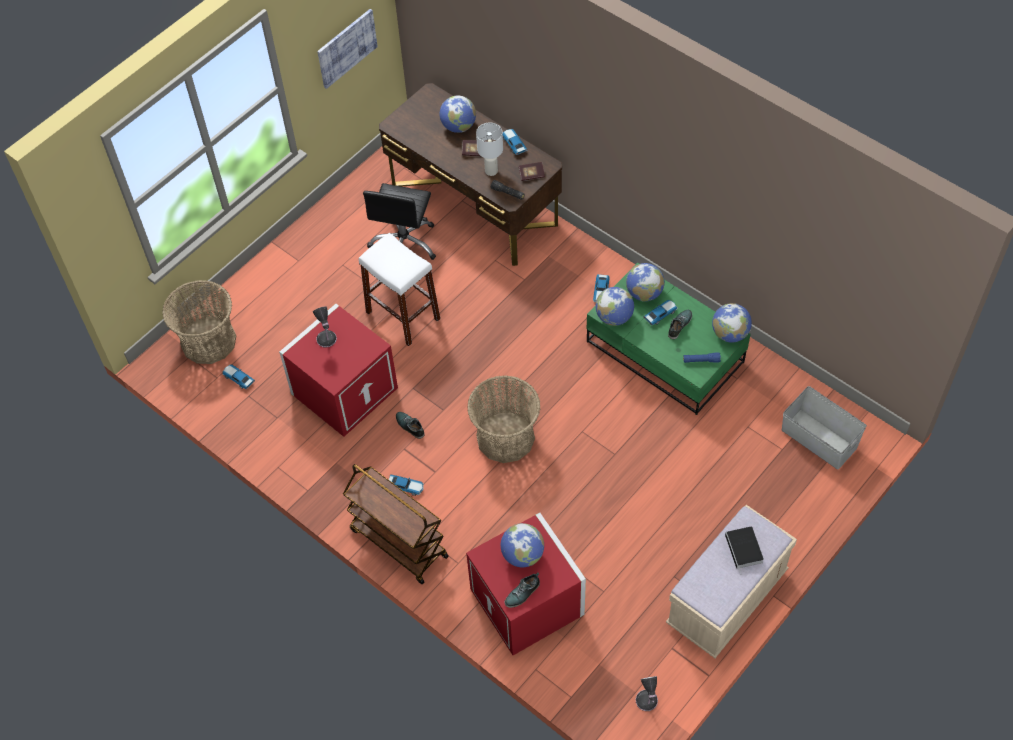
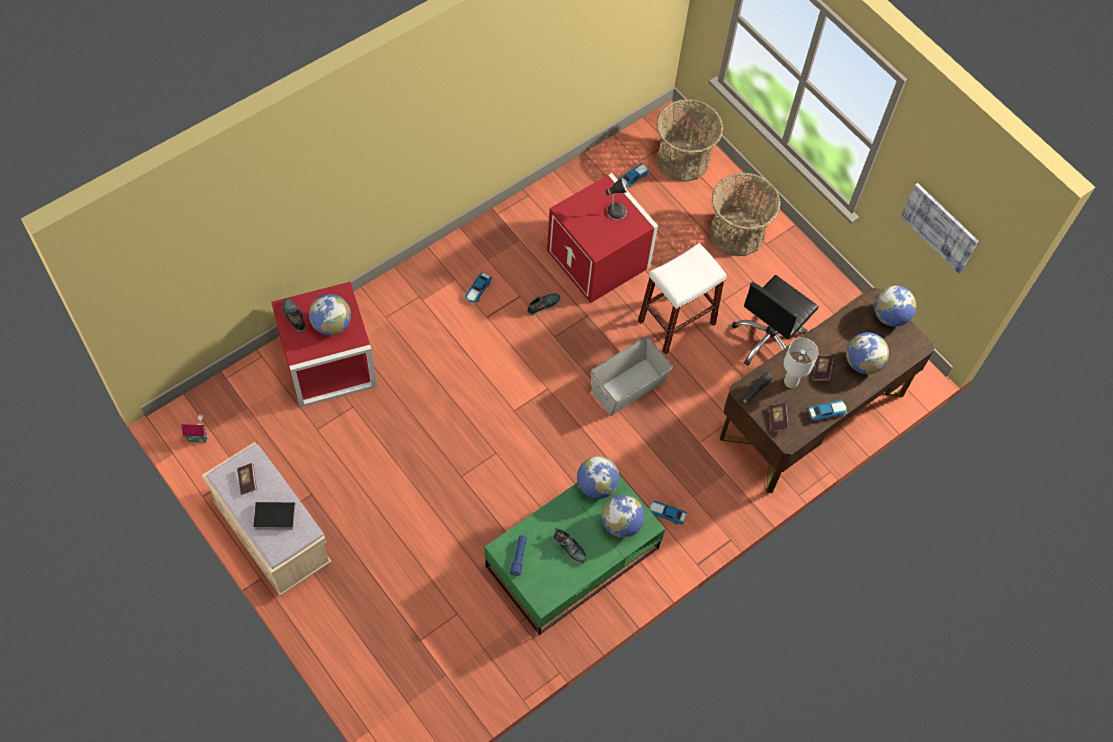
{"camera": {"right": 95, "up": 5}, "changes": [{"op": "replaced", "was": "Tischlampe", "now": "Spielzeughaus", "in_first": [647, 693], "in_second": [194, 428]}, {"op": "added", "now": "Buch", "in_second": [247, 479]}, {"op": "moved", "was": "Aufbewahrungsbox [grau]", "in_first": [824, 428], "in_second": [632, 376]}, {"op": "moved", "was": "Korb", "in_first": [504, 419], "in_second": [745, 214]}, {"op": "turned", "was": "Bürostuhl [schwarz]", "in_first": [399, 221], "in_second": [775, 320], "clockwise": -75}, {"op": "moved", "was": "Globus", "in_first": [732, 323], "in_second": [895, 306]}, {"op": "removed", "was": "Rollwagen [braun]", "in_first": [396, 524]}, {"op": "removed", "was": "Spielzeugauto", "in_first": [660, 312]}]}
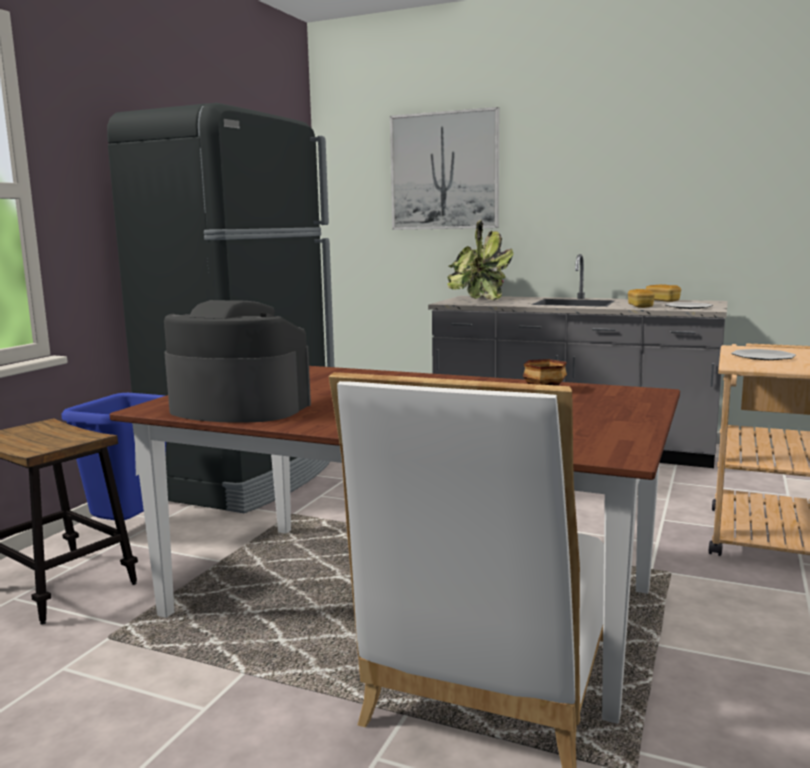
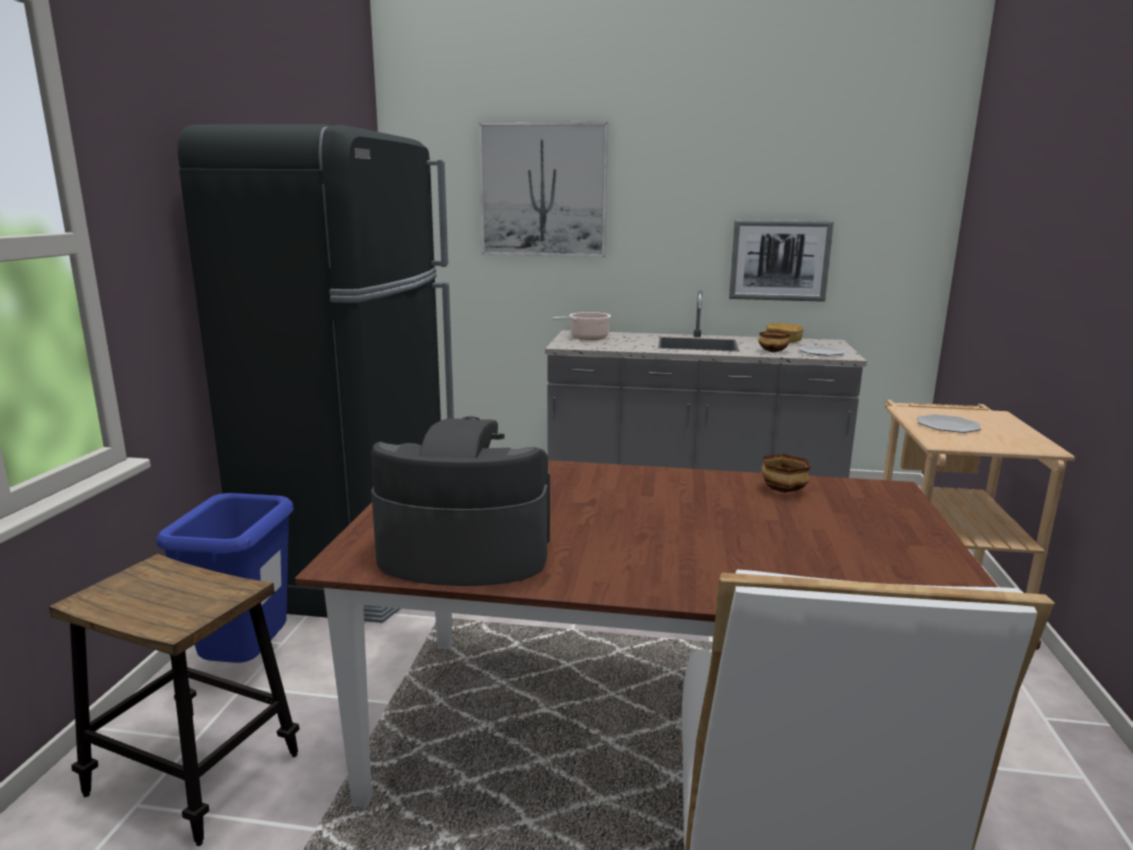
{"camera": {"right": -15, "up": 5}, "changes": [{"op": "replaced", "was": "Topfpflanze", "now": "Kochtopf", "in_first": [480, 260], "in_second": [581, 326]}, {"op": "added", "now": "Bild", "in_second": [781, 261]}, {"op": "replaced", "was": "Brot", "now": "Schüssel", "in_first": [641, 298], "in_second": [774, 341]}]}
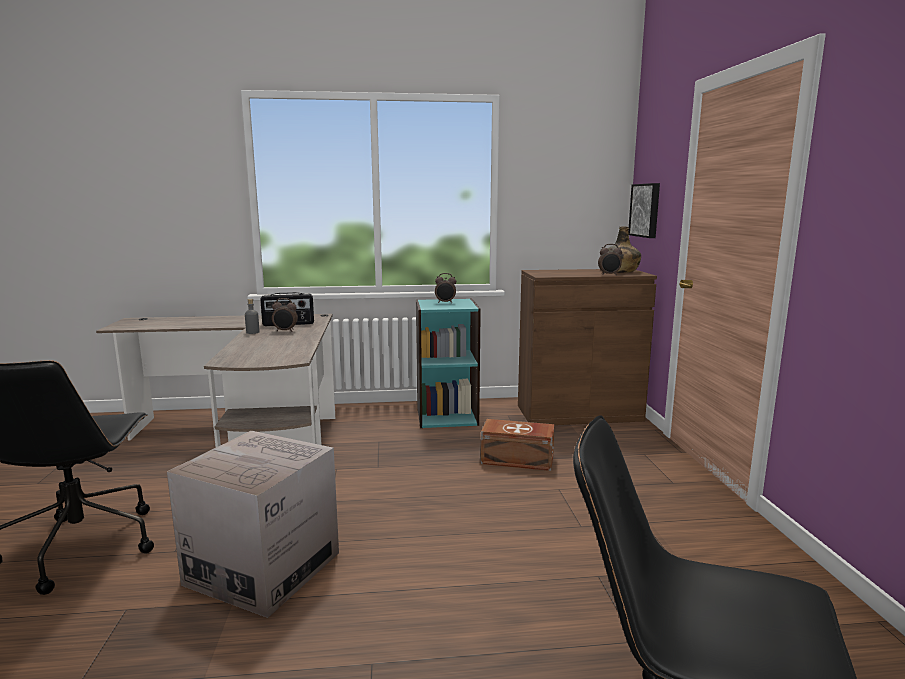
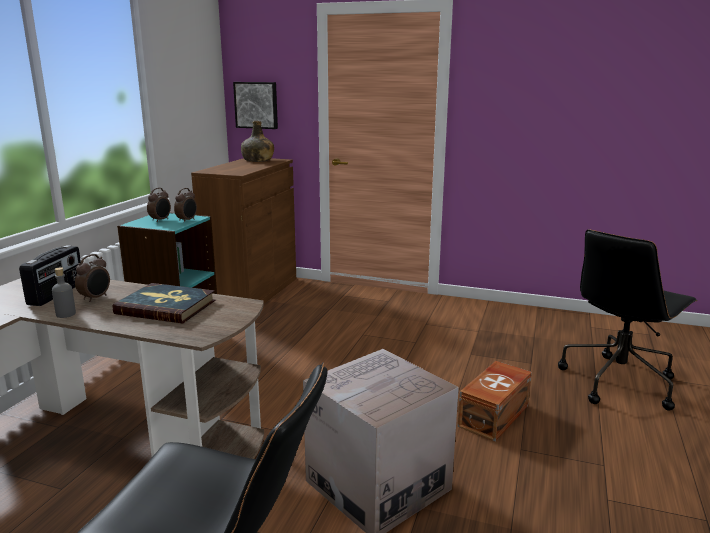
{"camera": {"right": -65, "up": 5}, "changes": [{"op": "added", "now": "Buch", "in_second": [164, 303]}, {"op": "moved", "was": "Wecker", "in_first": [610, 259], "in_second": [185, 205]}, {"op": "moved", "was": "Aufbewahrungsbox [braun]", "in_first": [518, 445], "in_second": [495, 401]}]}
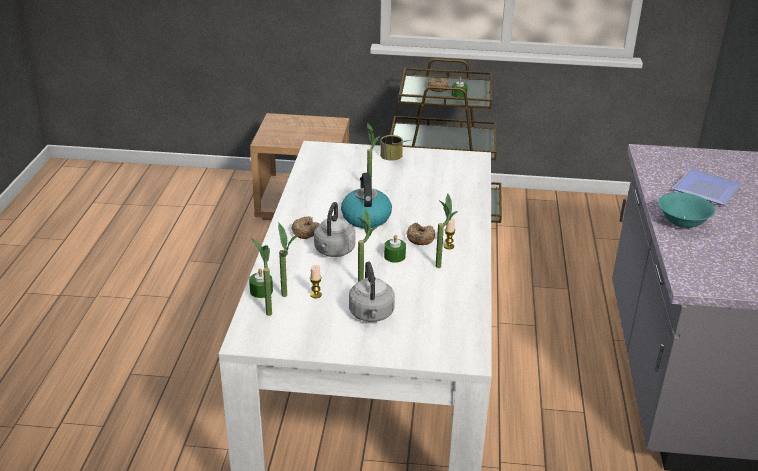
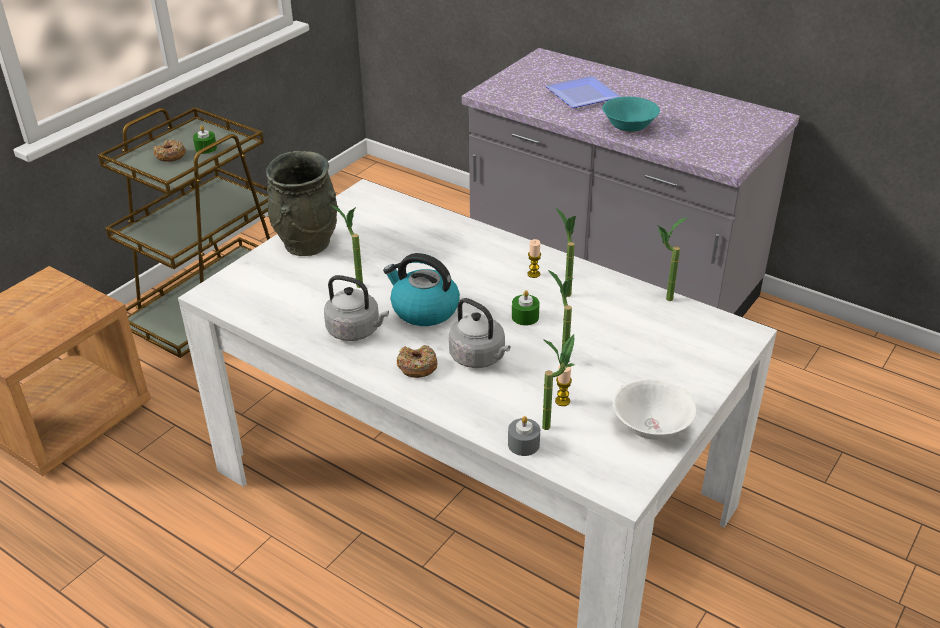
{"camera": {"right": -60, "up": 5}, "changes": [{"op": "replaced", "was": "Dose", "now": "Vase [grau]", "in_first": [395, 147], "in_second": [302, 203]}, {"op": "moved", "was": "Wasserkessel [grau]", "in_first": [372, 291], "in_second": [356, 308]}, {"op": "recoloured", "was": "Kerze [grün]", "now": "Kerze [grau]", "in_first": [261, 283], "in_second": [524, 436]}, {"op": "added", "now": "Schüssel [weiß]", "in_second": [654, 409]}, {"op": "moved", "was": "Topfpflanze", "in_first": [261, 277], "in_second": [672, 259]}, {"op": "removed", "was": "Donut", "in_first": [421, 234]}]}
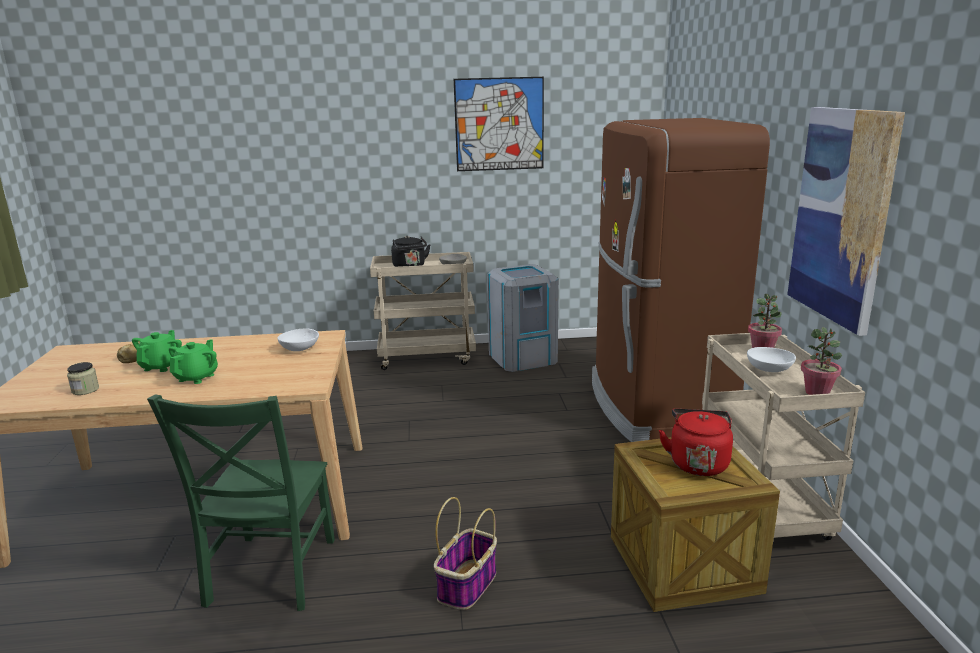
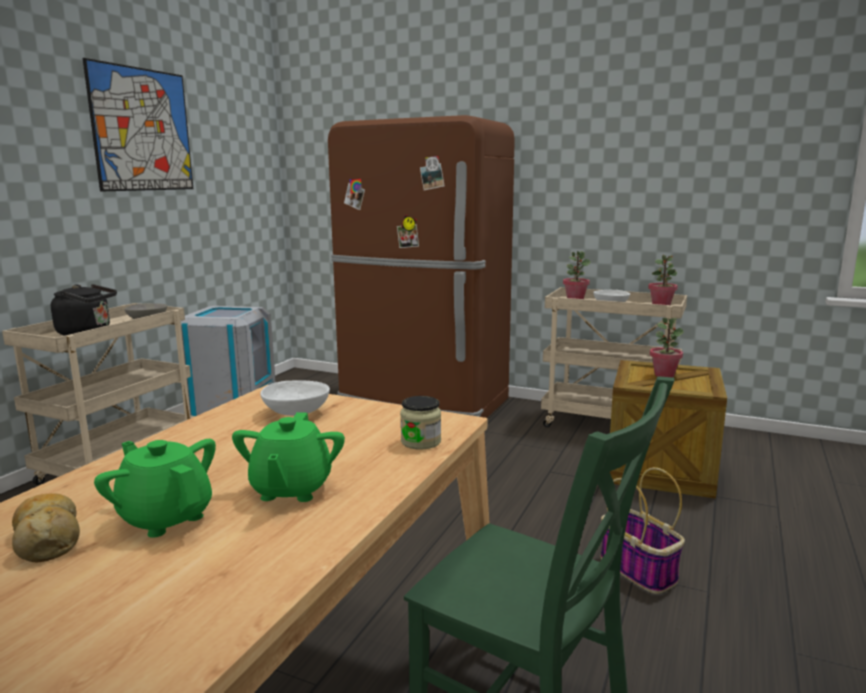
{"camera": {"right": -60, "up": -5}, "changes": [{"op": "turned", "was": "Teekanne [grün]", "in_first": [193, 362], "in_second": [288, 457], "clockwise": -135}, {"op": "moved", "was": "Vorratsglas", "in_first": [83, 378], "in_second": [420, 422]}, {"op": "replaced", "was": "Wasserkessel [rot]", "now": "Topfpflanze", "in_first": [696, 442], "in_second": [667, 348]}, {"op": "removed", "was": "Bild", "in_first": [846, 221]}]}
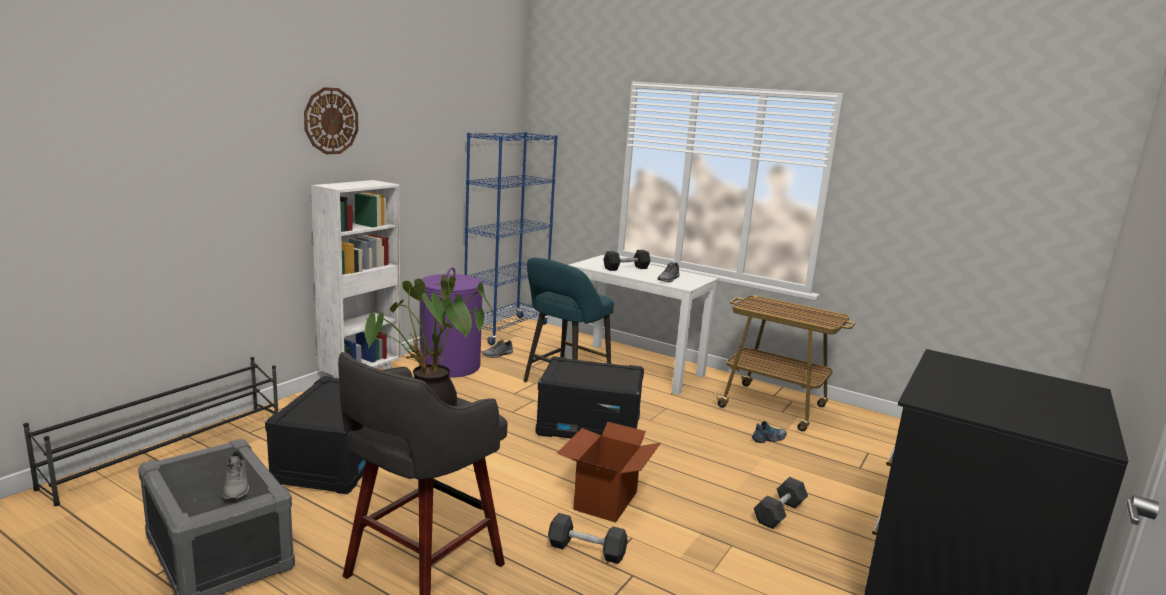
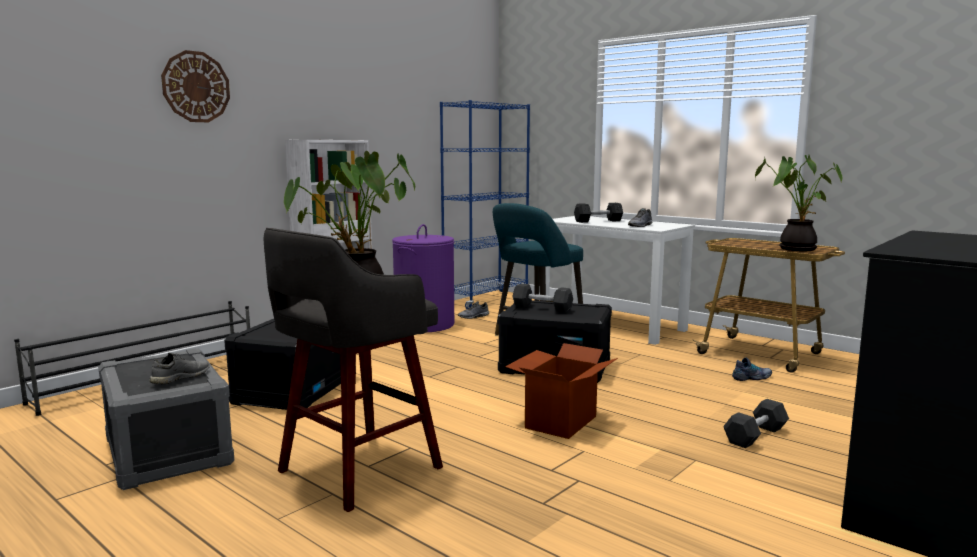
{"camera": {"right": 10, "up": -5}, "changes": [{"op": "turned", "was": "Schuh [grau]", "in_first": [236, 475], "in_second": [180, 368], "clockwise": -135}, {"op": "moved", "was": "Wanduhr", "in_first": [331, 120], "in_second": [195, 86]}, {"op": "moved", "was": "Hantel [schwarz]", "in_first": [588, 538], "in_second": [542, 298]}, {"op": "added", "now": "Topfpflanze", "in_second": [798, 203]}]}
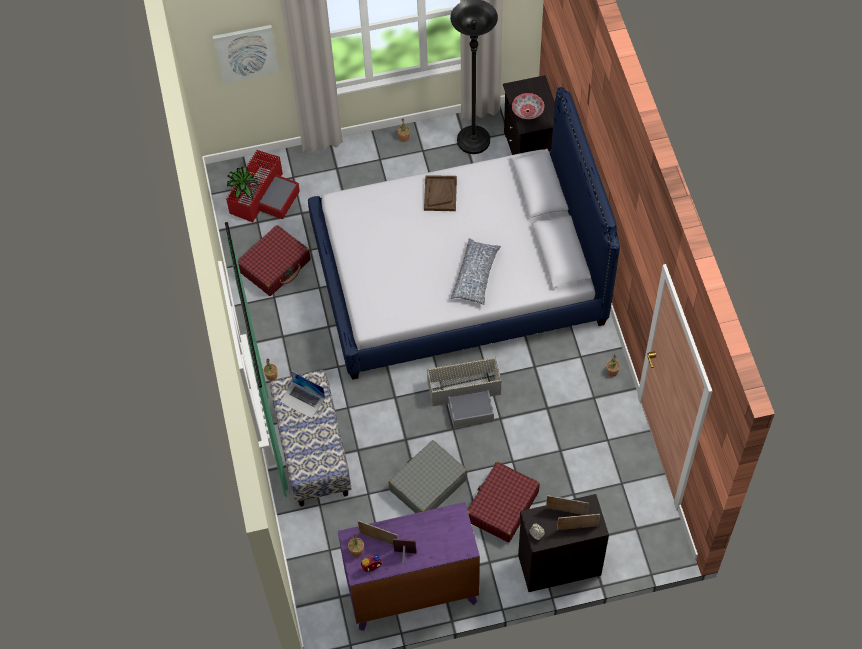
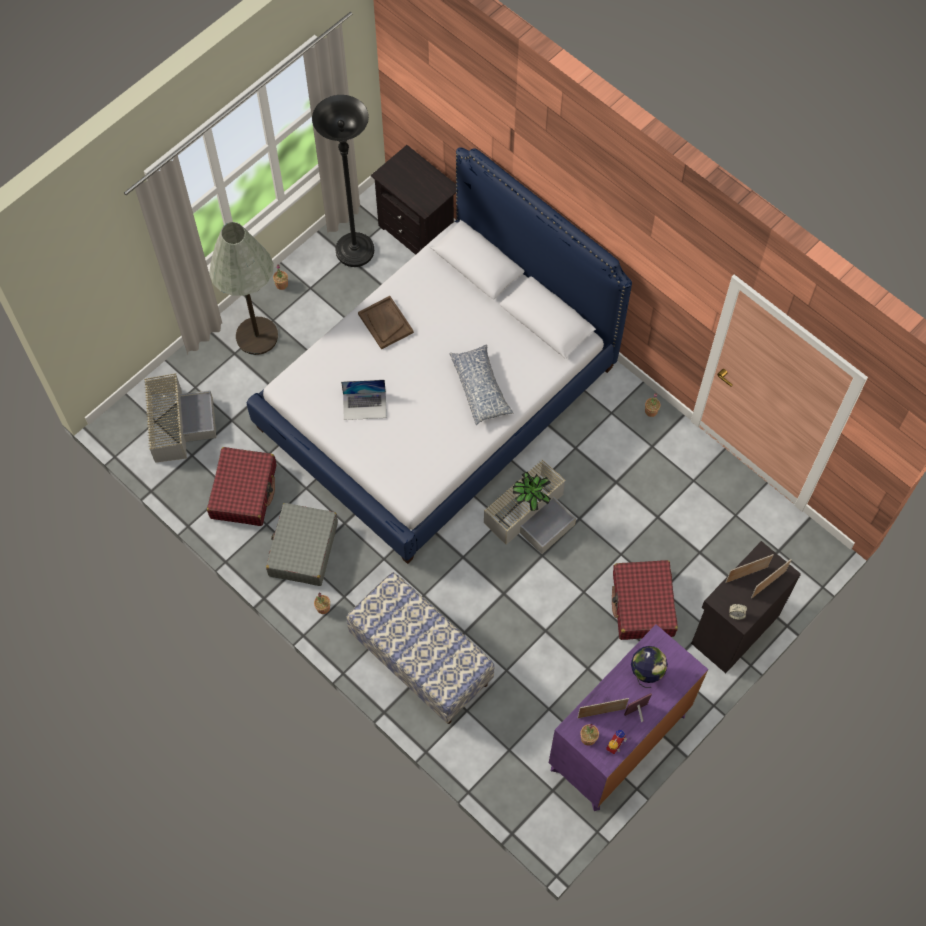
{"camera": {"right": -35, "up": 5}, "changes": [{"op": "recoloured", "was": "Aufbewahrungsbox [rot]", "now": "Aufbewahrungsbox [grau]", "in_first": [263, 186], "in_second": [180, 418]}, {"op": "added", "now": "Stehlampe [grau]", "in_second": [243, 288]}, {"op": "moved", "was": "Koffer [grau]", "in_first": [428, 476], "in_second": [302, 544]}, {"op": "moved", "was": "Laptop", "in_first": [302, 394], "in_second": [364, 400]}, {"op": "moved", "was": "Topfpflanze", "in_first": [242, 182], "in_second": [532, 491]}, {"op": "added", "now": "Globus", "in_second": [649, 667]}, {"op": "removed", "was": "Bild", "in_first": [246, 54]}, {"op": "removed", "was": "Schüssel", "in_first": [528, 106]}]}
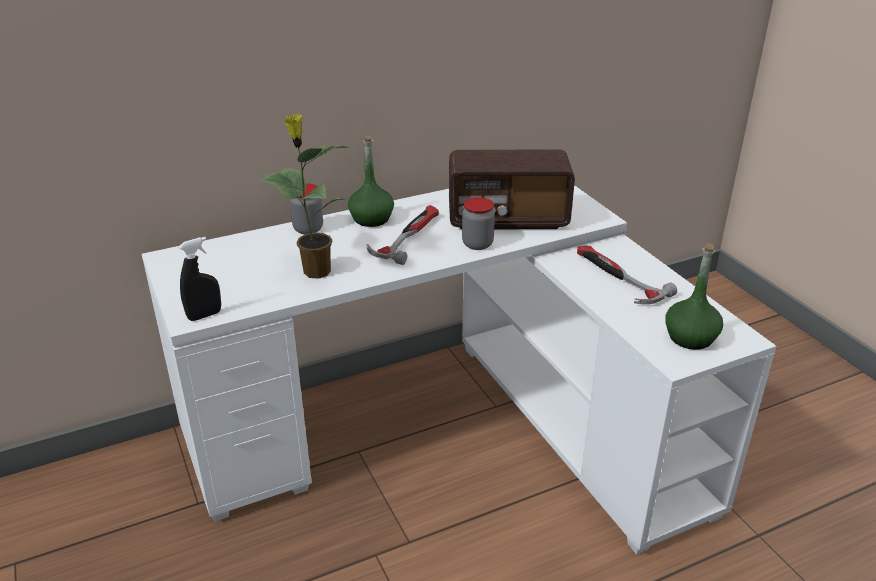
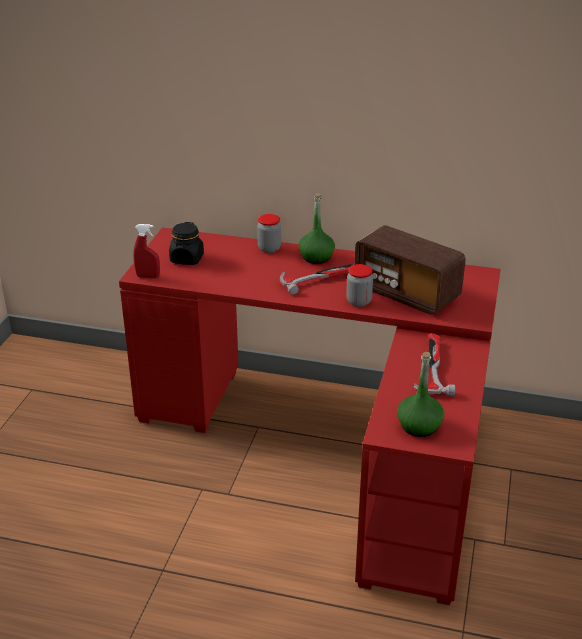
{"camera": {"right": 40, "up": 0}, "changes": [{"op": "recoloured", "was": "Schreibtisch [weiß]", "now": "Schreibtisch [rot]", "in_first": [459, 369], "in_second": [310, 416]}, {"op": "recoloured", "was": "Sprühflasche [schwarz]", "now": "Sprühflasche [rot]", "in_first": [200, 279], "in_second": [146, 251]}, {"op": "added", "now": "Vorratsglas [schwarz]", "in_second": [186, 243]}, {"op": "removed", "was": "Topfpflanze", "in_first": [305, 196]}]}
